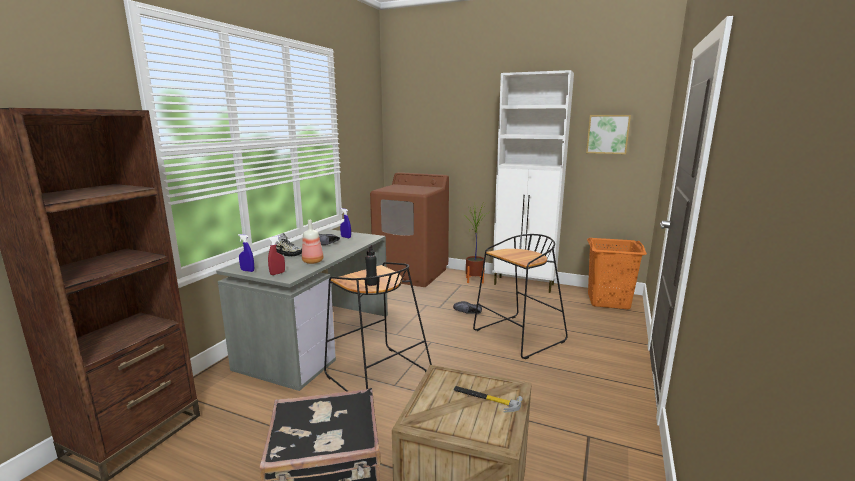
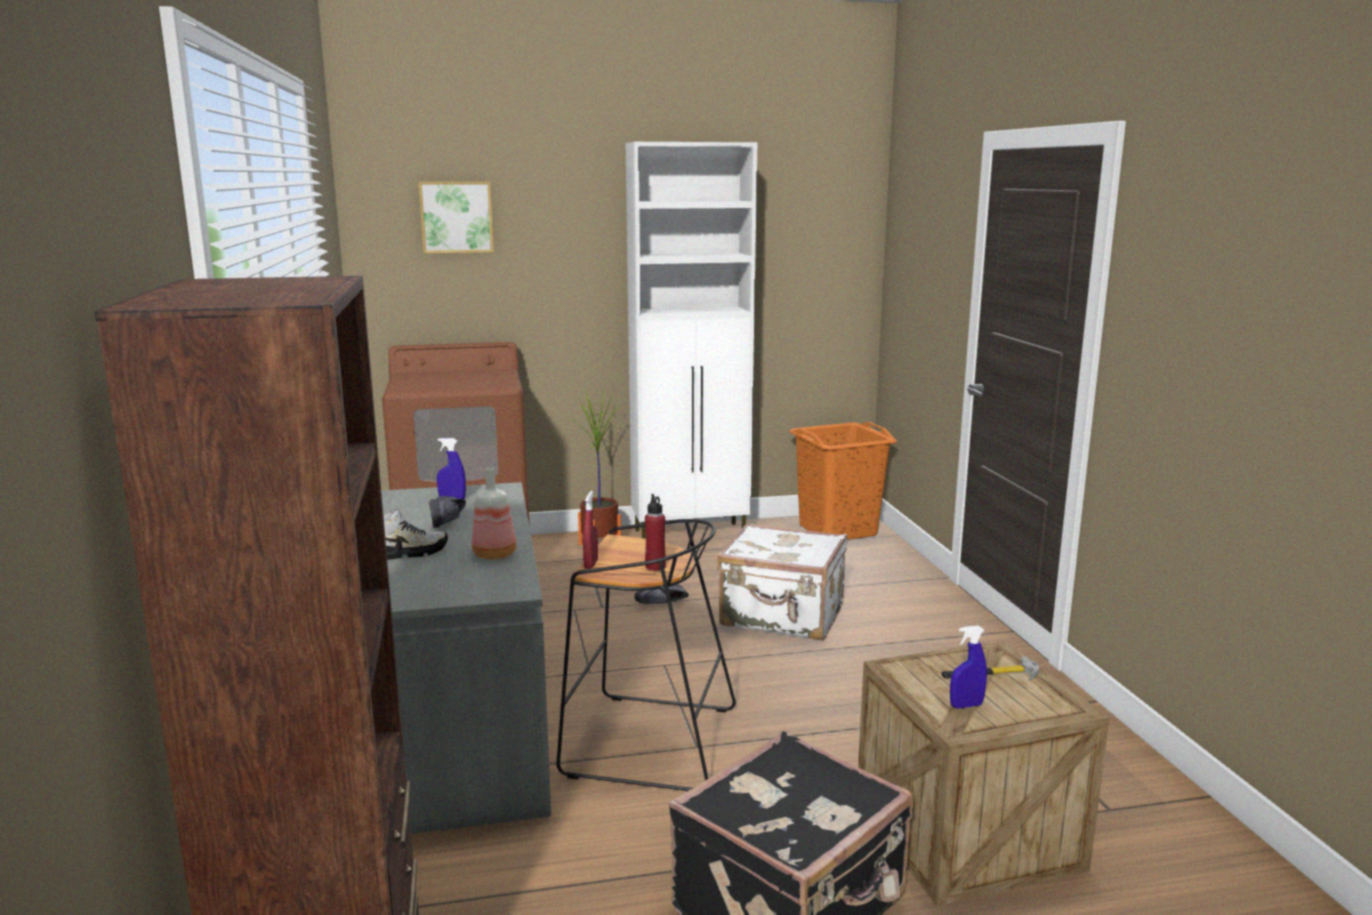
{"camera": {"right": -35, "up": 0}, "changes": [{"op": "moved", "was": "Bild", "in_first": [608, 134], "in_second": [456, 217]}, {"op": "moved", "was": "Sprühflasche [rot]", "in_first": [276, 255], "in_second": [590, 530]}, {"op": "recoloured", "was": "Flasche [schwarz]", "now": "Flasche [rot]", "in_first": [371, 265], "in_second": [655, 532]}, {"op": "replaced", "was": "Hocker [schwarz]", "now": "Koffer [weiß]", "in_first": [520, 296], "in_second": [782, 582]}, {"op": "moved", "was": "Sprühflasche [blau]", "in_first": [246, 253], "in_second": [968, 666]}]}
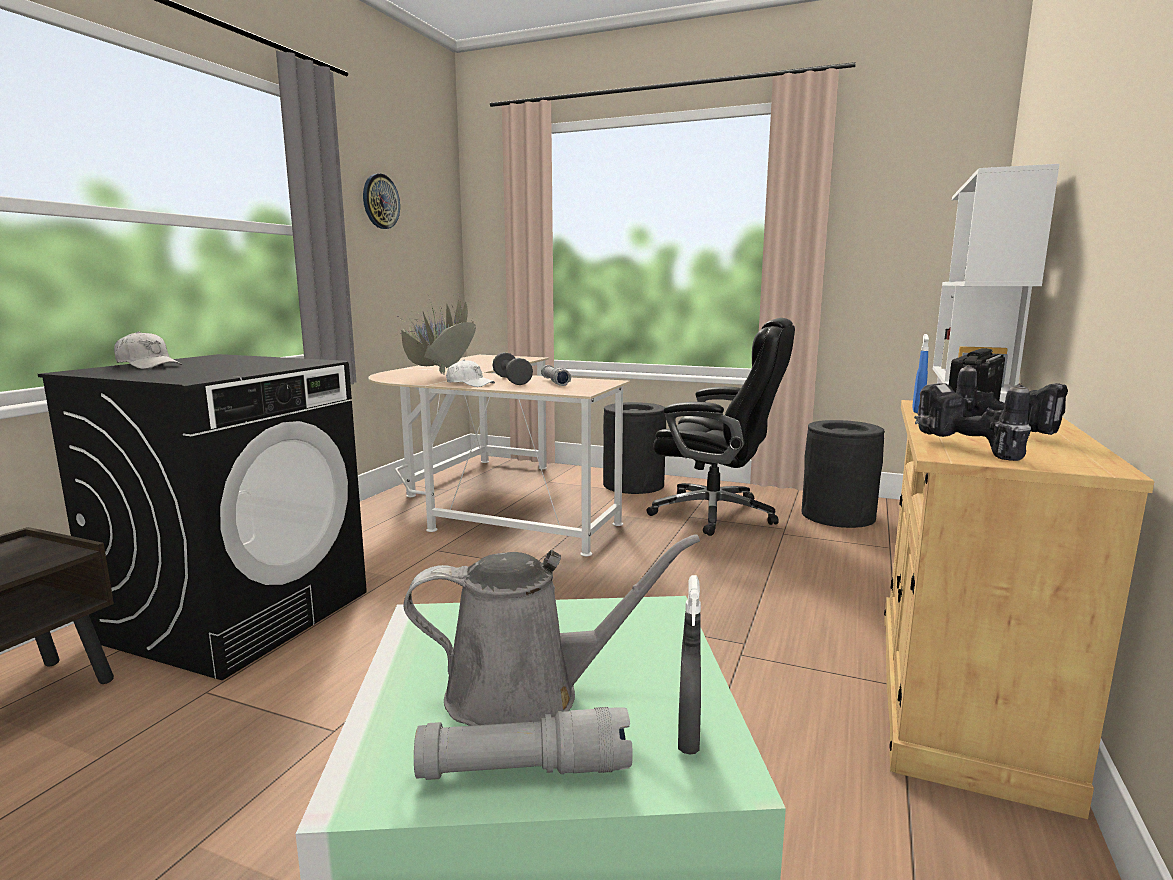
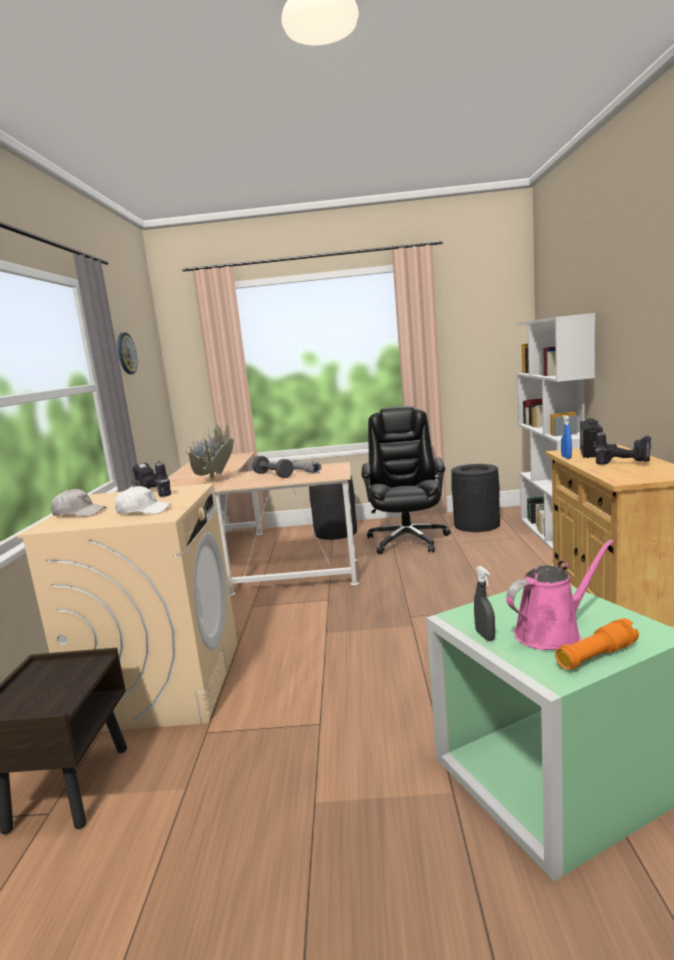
{"camera": {"right": -20, "up": 0}, "changes": [{"op": "recoloured", "was": "Waschmaschine [schwarz]", "now": "Waschmaschine [beige]", "in_first": [202, 517], "in_second": [127, 607]}, {"op": "moved", "was": "Kappe [weiß]", "in_first": [470, 373], "in_second": [142, 500]}, {"op": "moved", "was": "Bohrmaschine", "in_first": [972, 422], "in_second": [151, 479]}, {"op": "turned", "was": "Bürostuhl [schwarz]", "in_first": [721, 427], "in_second": [406, 480], "clockwise": -90}, {"op": "moved", "was": "Sprühflasche [grau]", "in_first": [689, 664], "in_second": [484, 603]}, {"op": "recoloured", "was": "Gießkanne [grau]", "now": "Gießkanne [rosa]", "in_first": [551, 630], "in_second": [560, 595]}, {"op": "recoloured", "was": "Taschenlampe [grau]", "now": "Taschenlampe [orange]", "in_first": [523, 743], "in_second": [597, 644]}]}
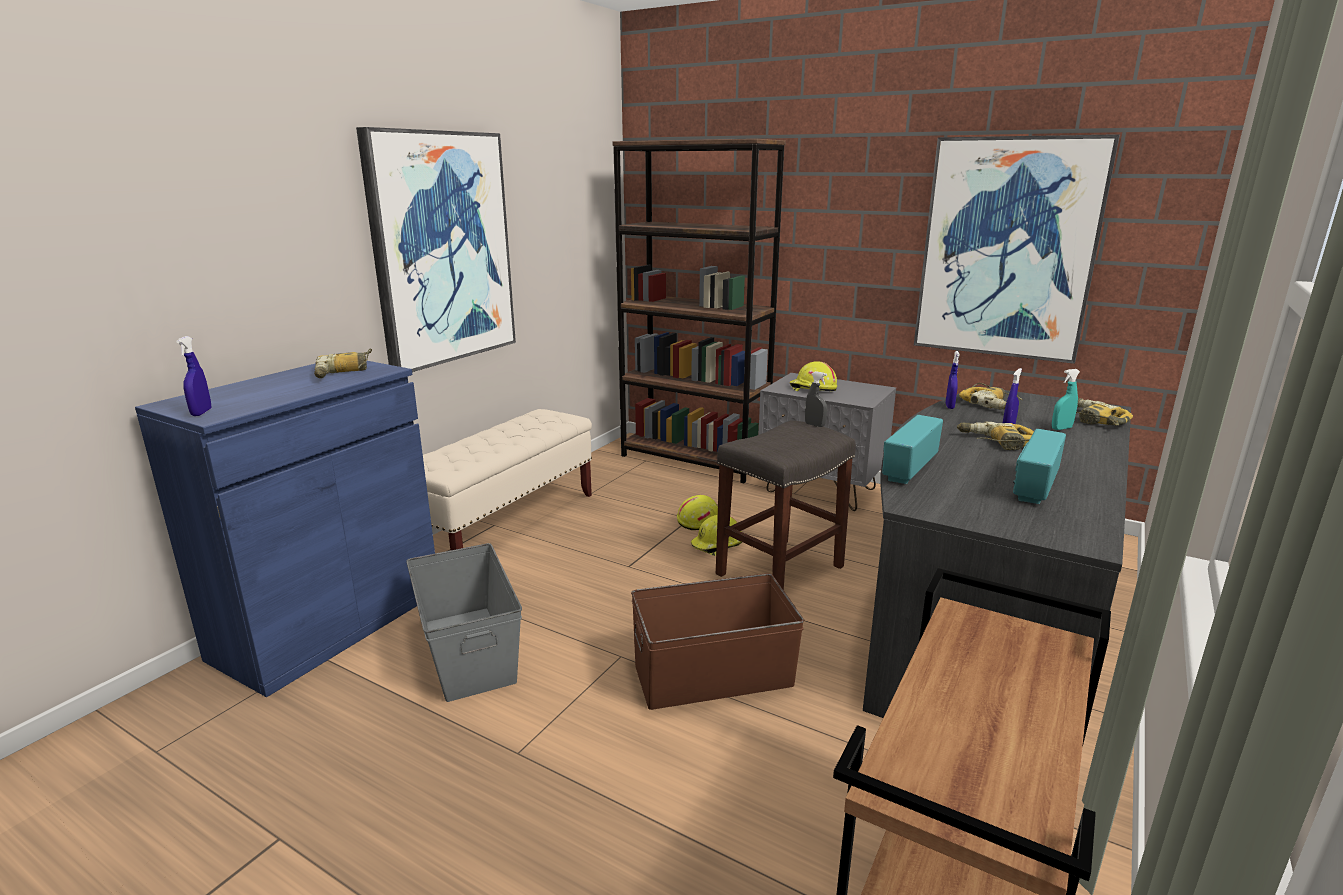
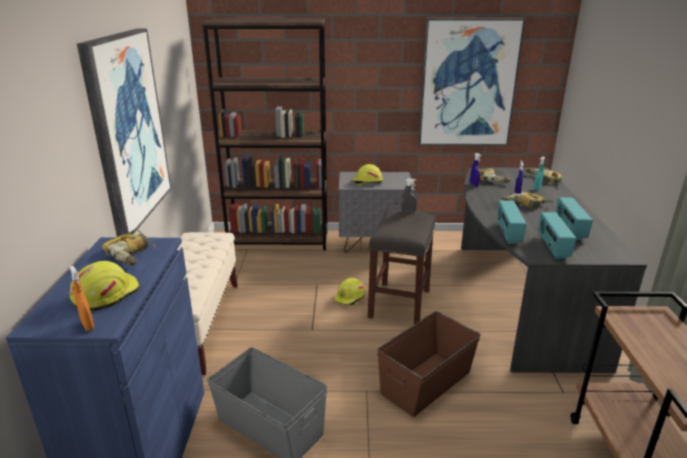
{"camera": {"right": -30, "up": 5}, "changes": [{"op": "moved", "was": "Schutzhelm [gelb]", "in_first": [697, 512], "in_second": [105, 286]}, {"op": "recoloured", "was": "Sprühflasche [blau]", "now": "Sprühflasche [orange]", "in_first": [193, 376], "in_second": [82, 298]}, {"op": "added", "now": "Radio", "in_second": [557, 235]}]}
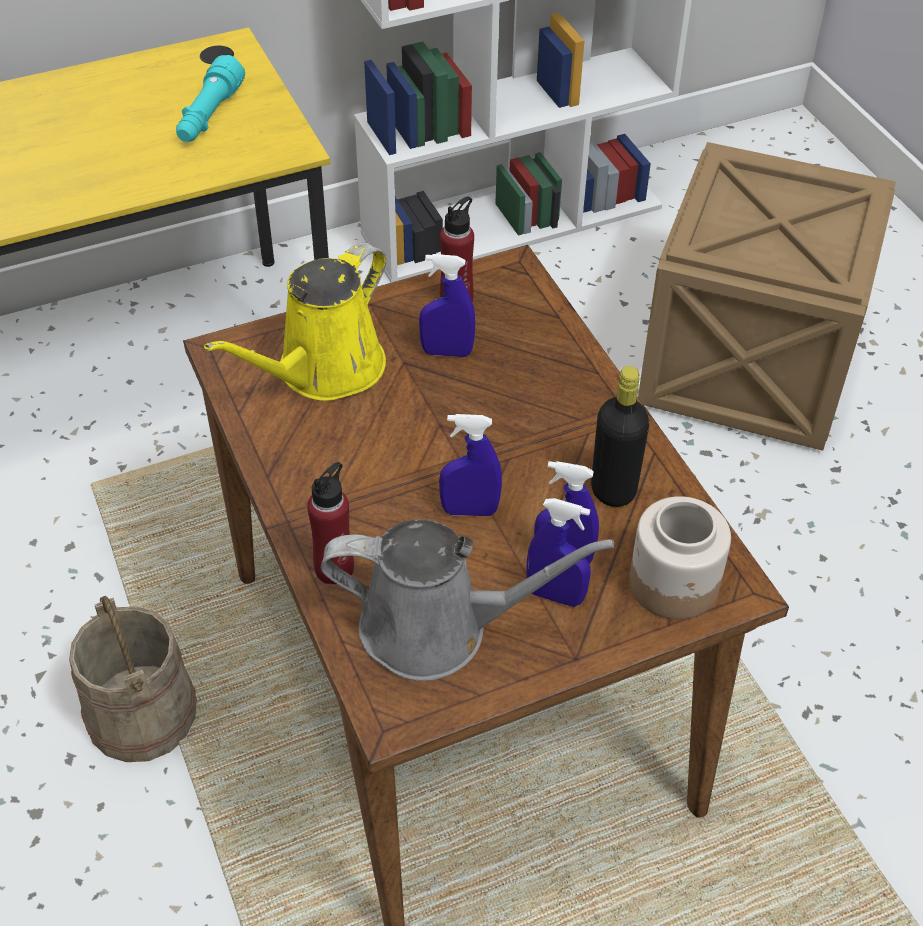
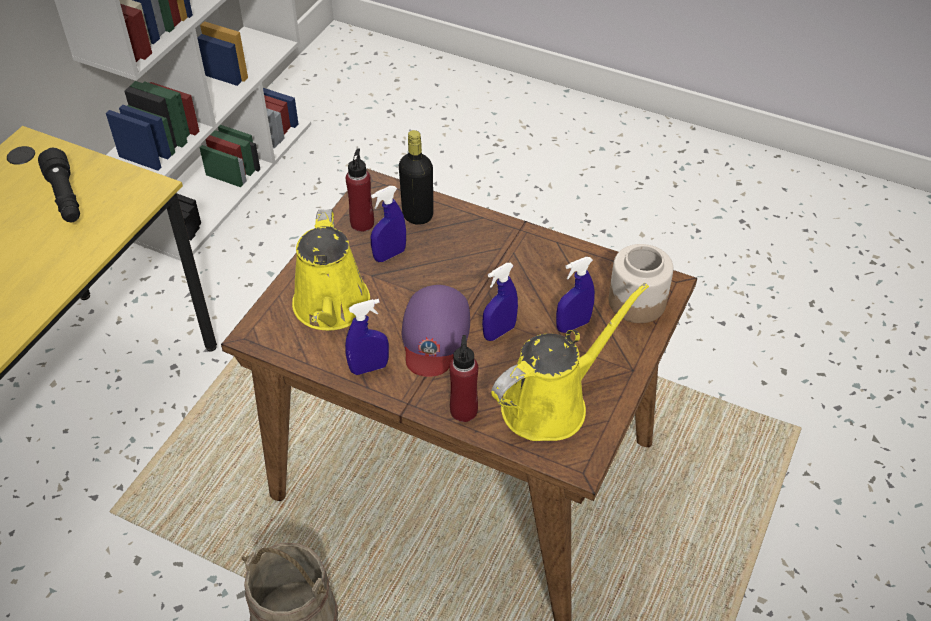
{"camera": {"right": -40, "up": 0}, "changes": [{"op": "recoloured", "was": "Taschenlampe [türkis]", "now": "Taschenlampe [schwarz]", "in_first": [210, 98], "in_second": [59, 185]}, {"op": "moved", "was": "Sprühflasche [blau]", "in_first": [559, 552], "in_second": [367, 337]}, {"op": "moved", "was": "Flasche [schwarz]", "in_first": [620, 436], "in_second": [416, 177]}, {"op": "added", "now": "Kappe [lila]", "in_second": [436, 331]}, {"op": "recoloured", "was": "Gießkanne [grau]", "now": "Gießkanne [gelb]", "in_first": [467, 600], "in_second": [570, 362]}, {"op": "removed", "was": "Kiste", "in_first": [767, 296]}]}
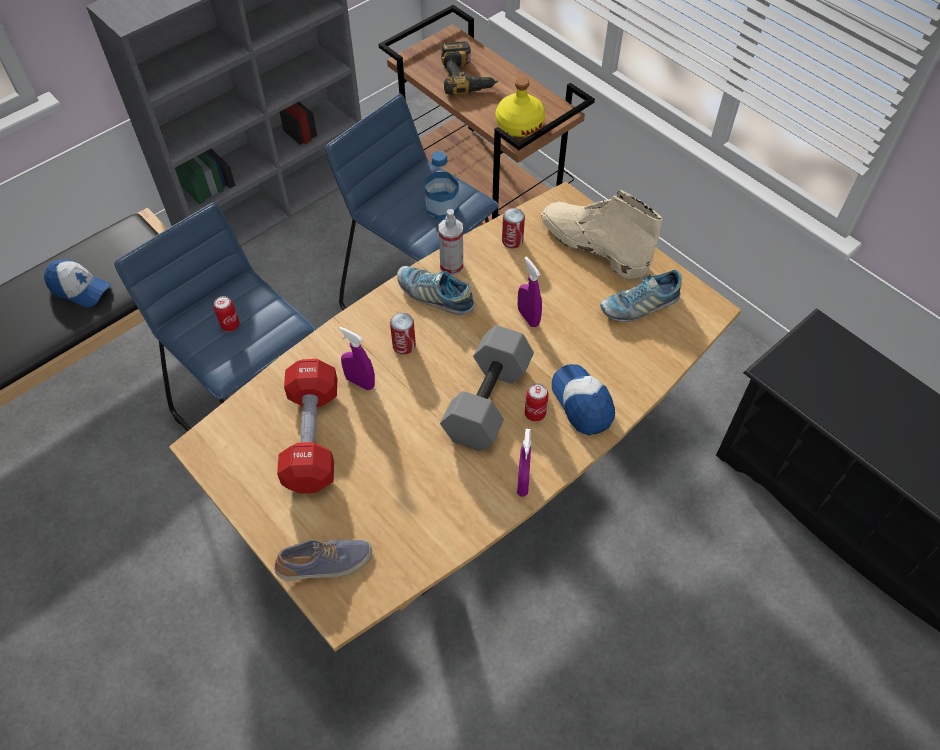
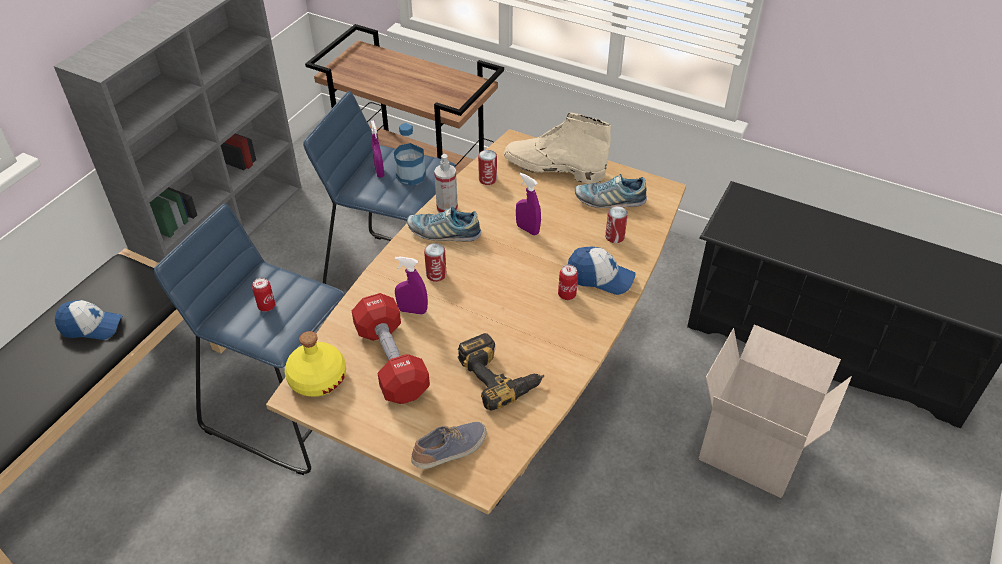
{"camera": {"right": -20, "up": -10}, "changes": [{"op": "moved", "was": "Flasche [gelb]", "in_first": [520, 107], "in_second": [315, 364]}, {"op": "moved", "was": "Sprühflasche [lila]", "in_first": [524, 463], "in_second": [377, 149]}, {"op": "moved", "was": "Bohrmaschine", "in_first": [469, 68], "in_second": [501, 371]}, {"op": "turned", "was": "Kappe", "in_first": [583, 400], "in_second": [601, 271], "clockwise": 150}, {"op": "turned", "was": "Schuh", "in_first": [641, 296], "in_second": [611, 191], "clockwise": 45}, {"op": "added", "now": "Dose", "in_second": [616, 224]}, {"op": "added", "now": "Karton", "in_second": [775, 411]}, {"op": "removed", "was": "Hantel [grau]", "in_first": [487, 388]}]}
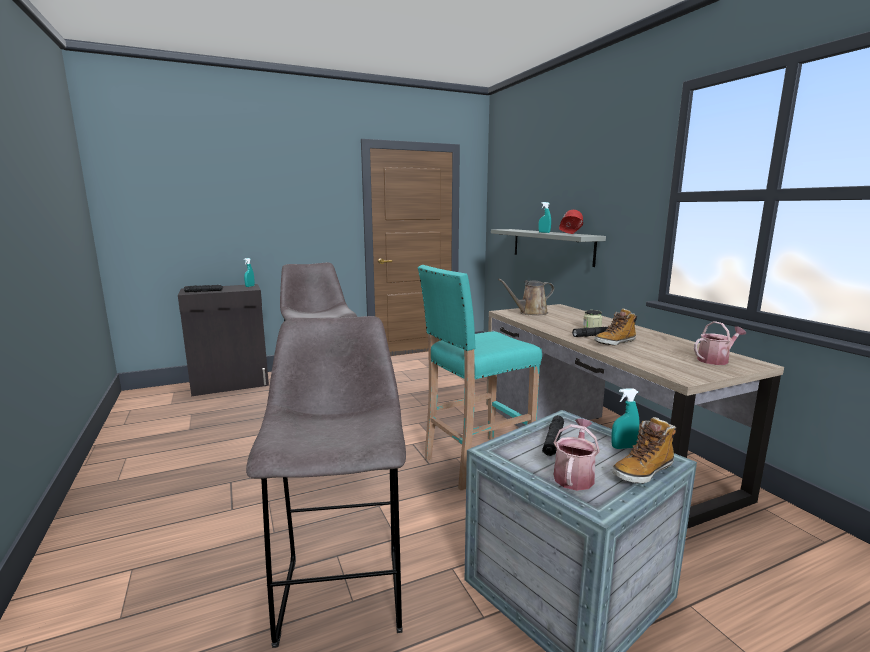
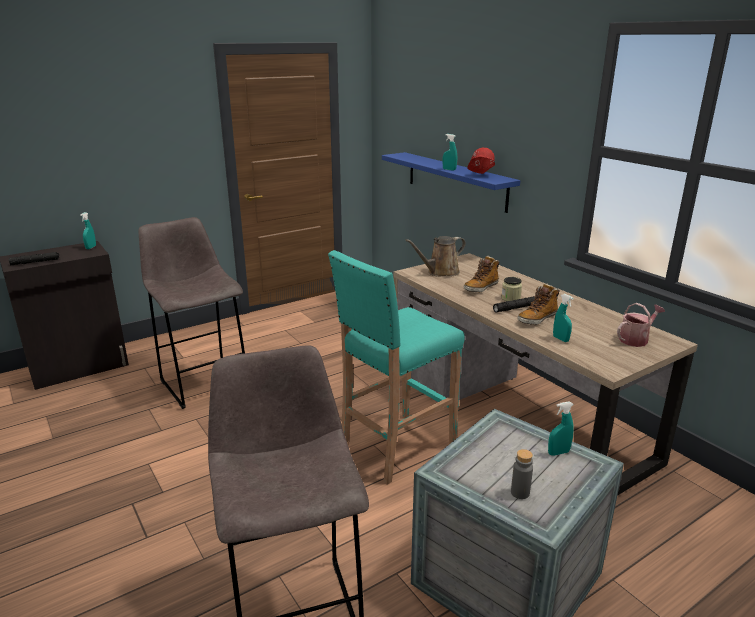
{"camera": {"right": -10, "up": 10}, "changes": [{"op": "recoloured", "was": "Wandregal [grau]", "now": "Wandregal [blau]", "in_first": [548, 248], "in_second": [451, 182]}, {"op": "moved", "was": "Stiefel", "in_first": [644, 450], "in_second": [481, 274]}, {"op": "replaced", "was": "Gießkanne", "now": "Flasche [grau]", "in_first": [576, 454], "in_second": [522, 474]}, {"op": "added", "now": "Sprühflasche [türkis]", "in_second": [563, 318]}, {"op": "removed", "was": "Taschenlampe [schwarz]", "in_first": [553, 435]}]}
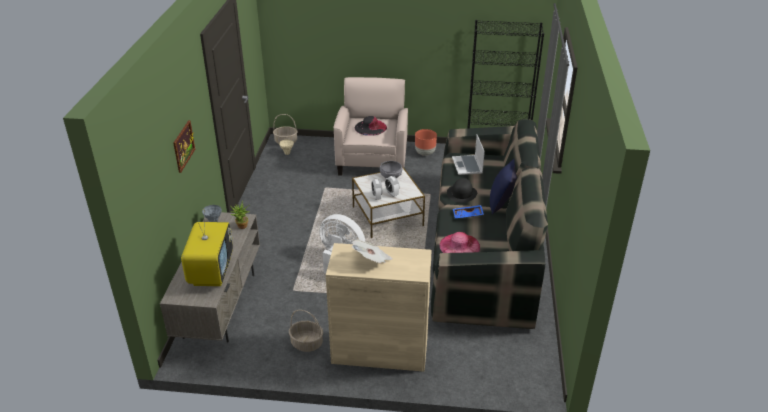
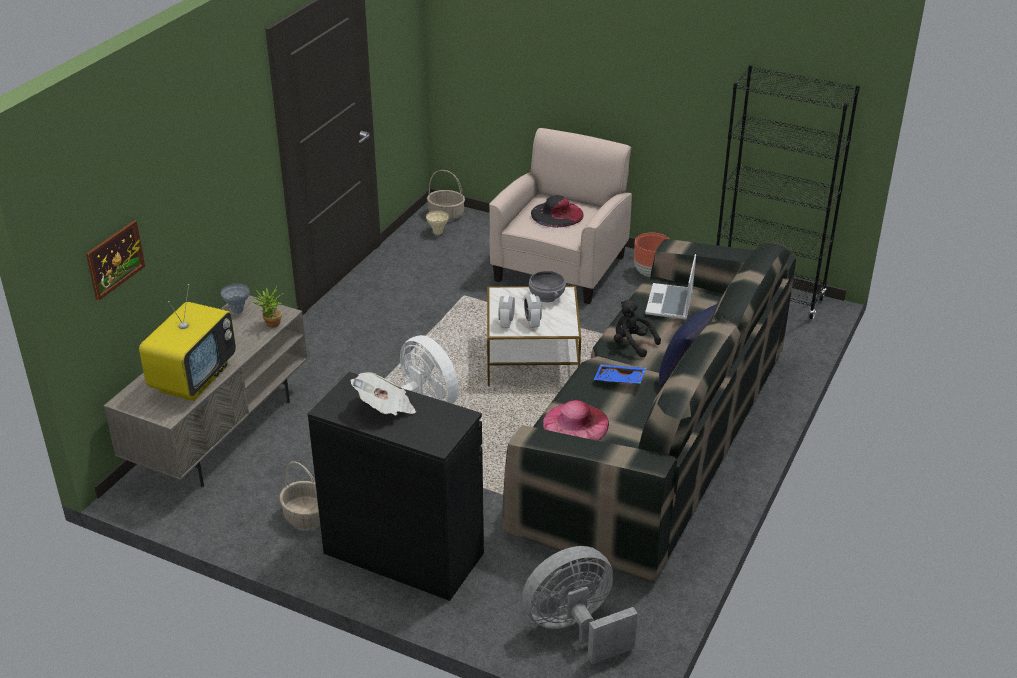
{"camera": {"right": 20, "up": 0}, "changes": [{"op": "moved", "was": "Bild", "in_first": [184, 146], "in_second": [115, 260]}, {"op": "recoloured", "was": "Schrank [beige]", "now": "Schrank [schwarz]", "in_first": [379, 307], "in_second": [396, 486]}, {"op": "added", "now": "Ventilator [grau]", "in_second": [580, 605]}, {"op": "replaced", "was": "Hut [schwarz]", "now": "Plüschtier [schwarz]", "in_first": [462, 190], "in_second": [637, 328]}]}
